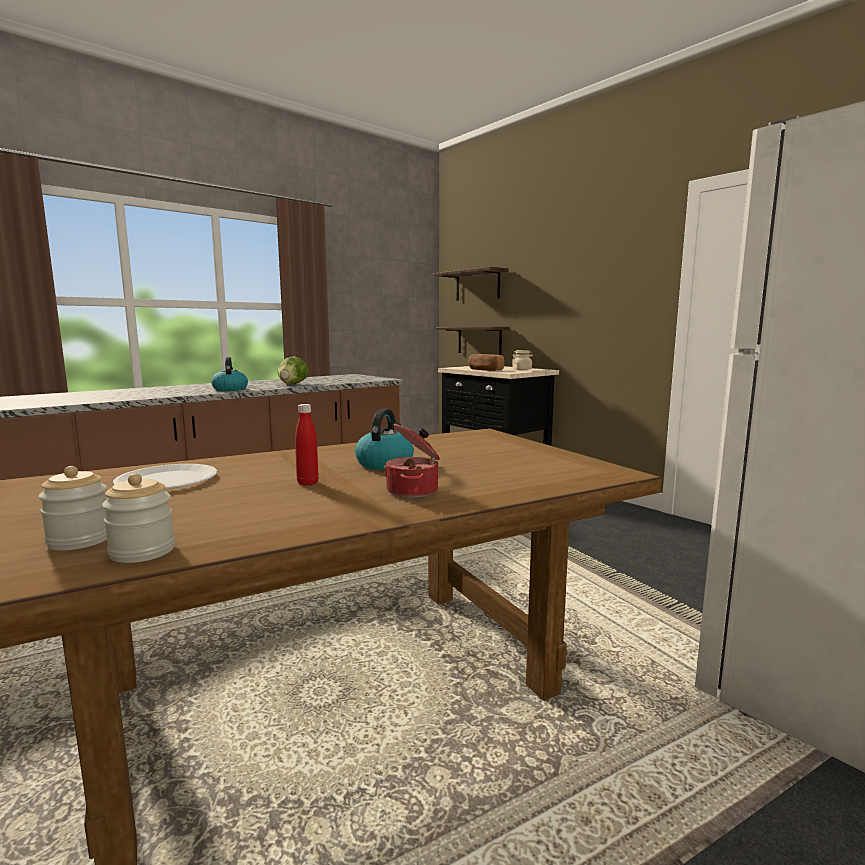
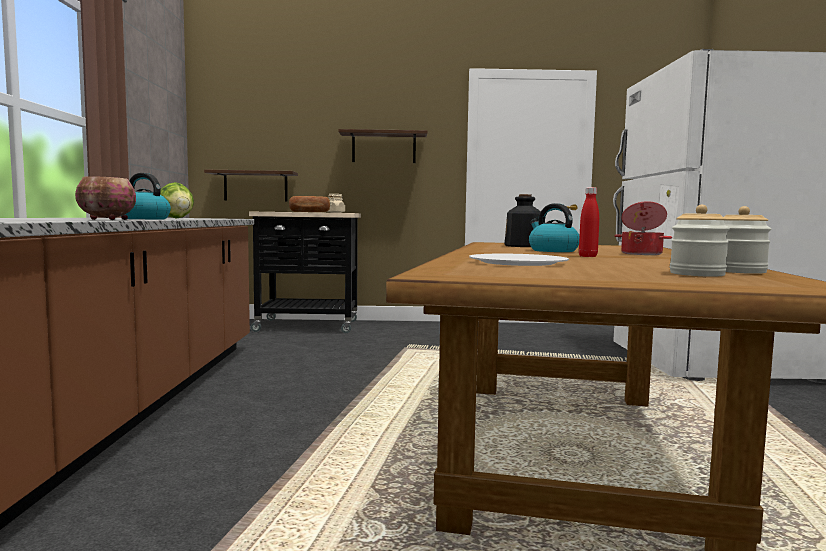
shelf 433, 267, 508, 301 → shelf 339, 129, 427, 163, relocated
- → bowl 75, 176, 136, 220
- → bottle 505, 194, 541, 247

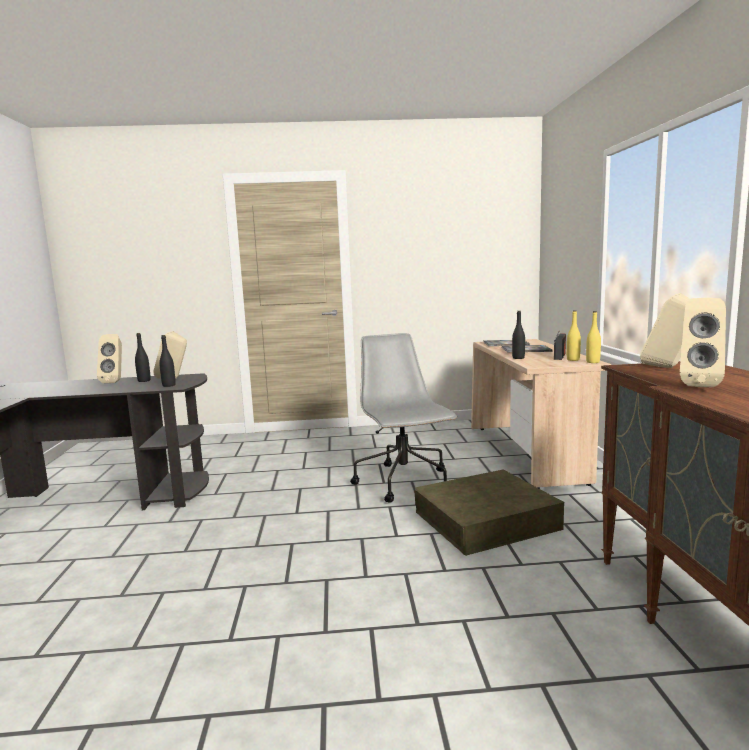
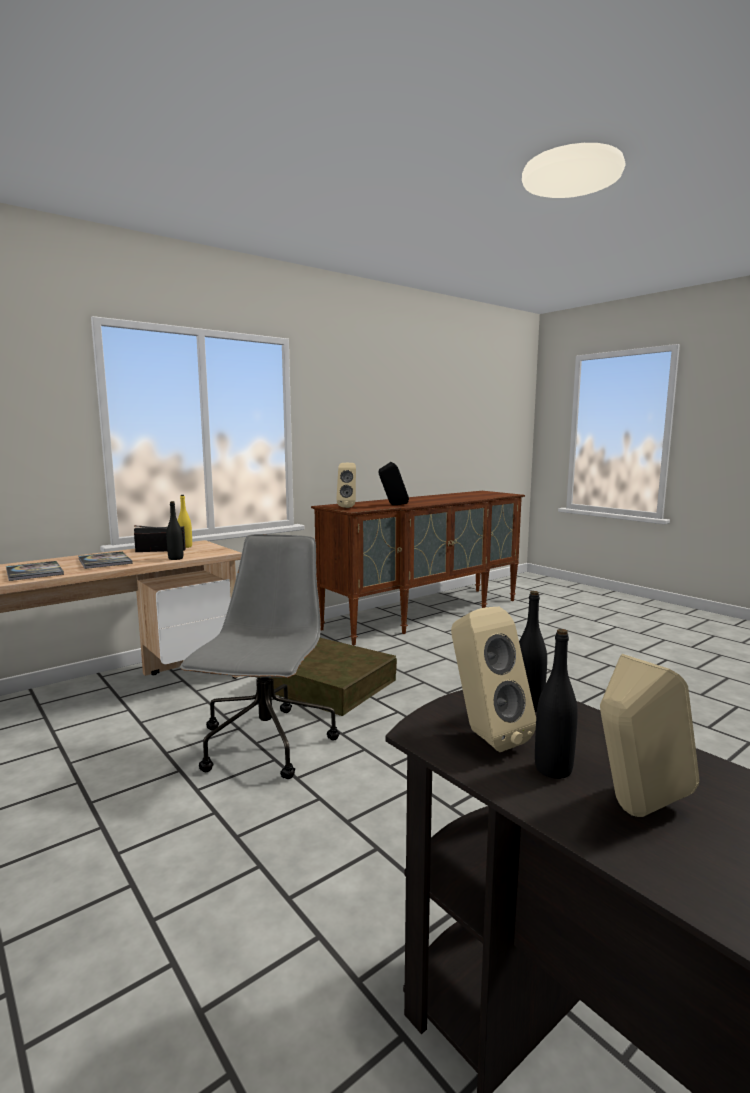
grey office chair 350, 333, 457, 503 → grey office chair 180, 534, 340, 779, 150 degrees clockwise
yellow bottle 586, 311, 601, 363 → -
beige speaker 680, 298, 726, 387 → black speaker 379, 462, 409, 505

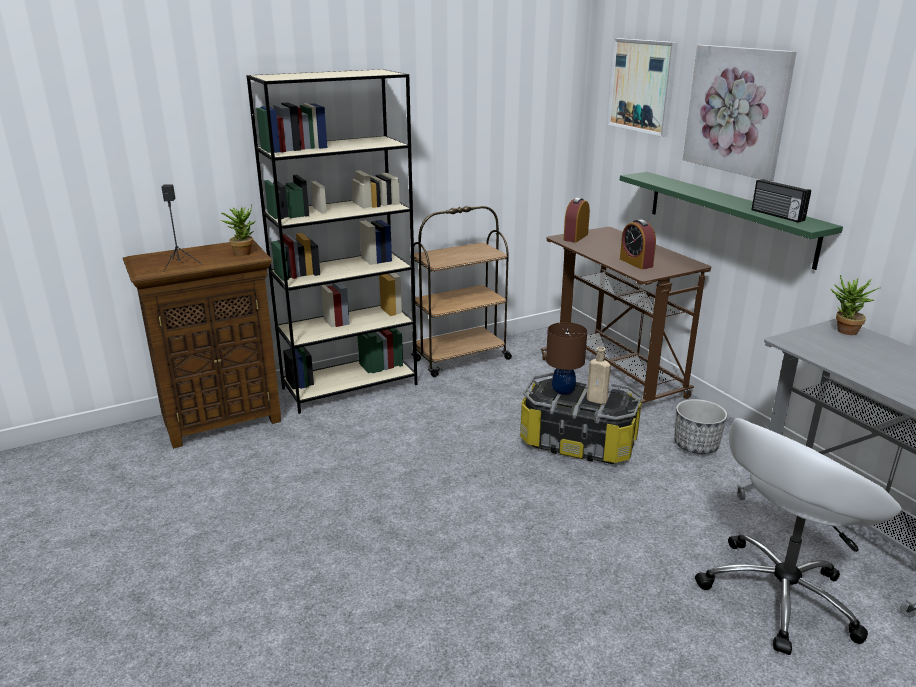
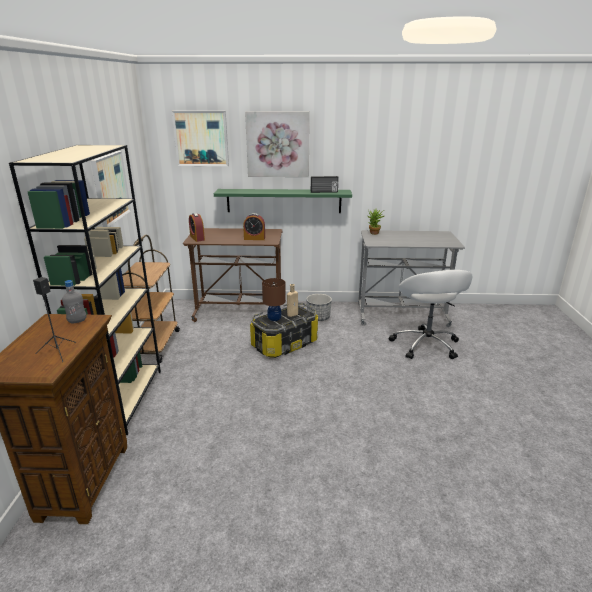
potted plant 220, 204, 256, 256 → grey bottle 62, 280, 86, 323
- → picture 91, 151, 131, 227

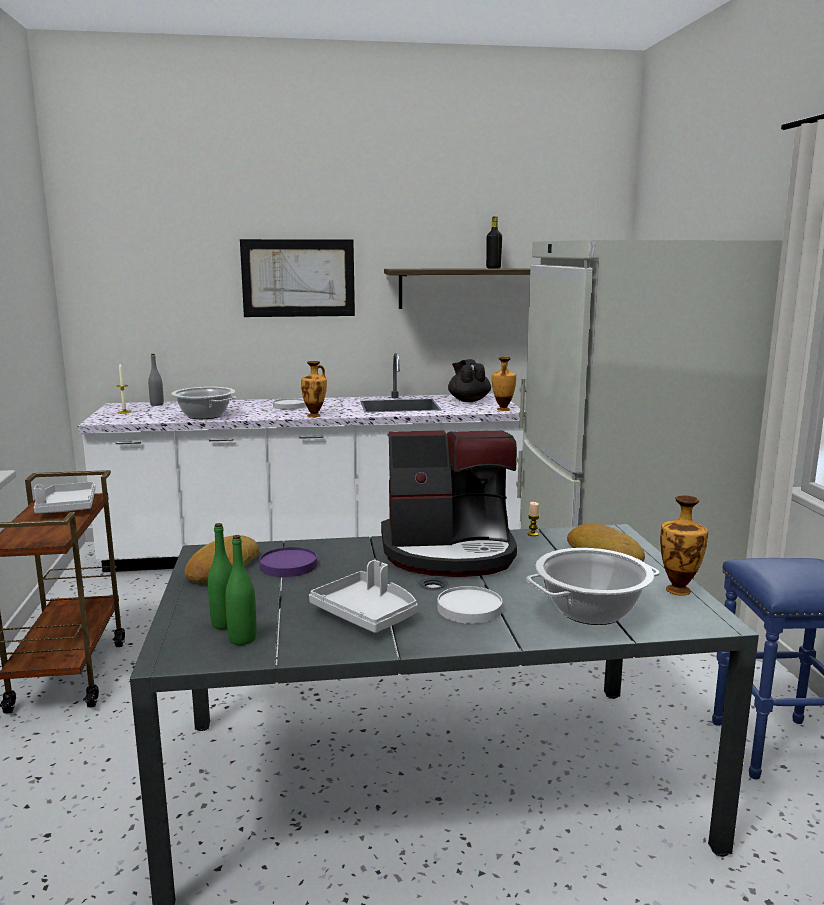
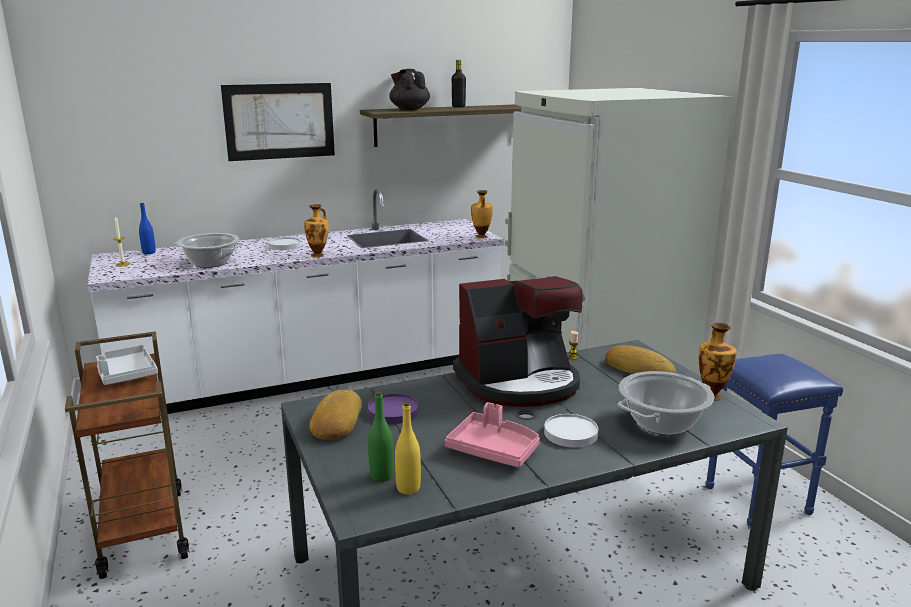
grey bottle 148, 354, 164, 406 → blue bottle 139, 203, 156, 254
green bottle 225, 535, 257, 645 → yellow bottle 395, 402, 421, 495
grey tray 309, 560, 418, 633 → pink tray 445, 402, 540, 467
black teapot 448, 359, 491, 402 → black teapot 389, 69, 430, 110, relocated

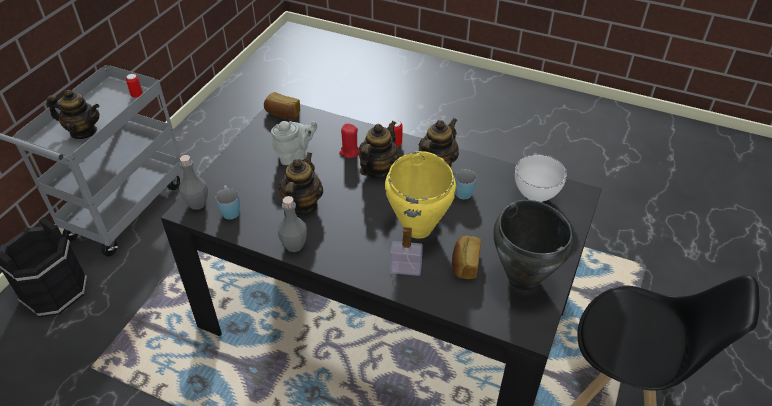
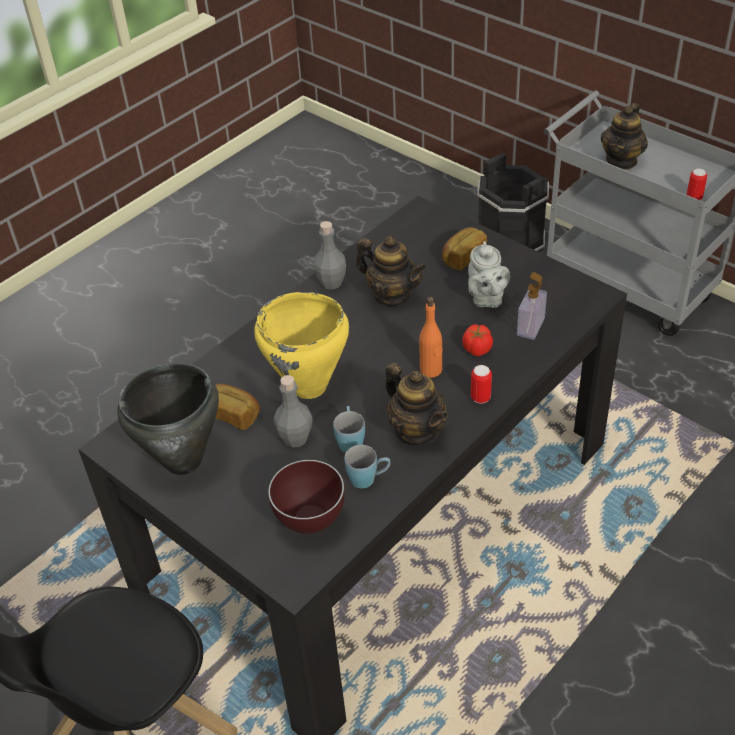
grey bottle 179, 155, 208, 210 → grey bottle 274, 375, 313, 448, relocated
blue mug 216, 185, 240, 219 → blue mug 345, 445, 390, 489, relocated
bread 264, 92, 300, 120 → bread 442, 227, 487, 270, relocated
red candle 339, 123, 359, 158 → tomato 462, 324, 493, 356
teapot 359, 121, 399, 178 → orange bottle 419, 297, 443, 378
soap dispenser 390, 227, 423, 276 → soap dispenser 517, 272, 547, 340, relocated
white bowl 515, 154, 567, 202 → brown bowl 268, 460, 345, 534

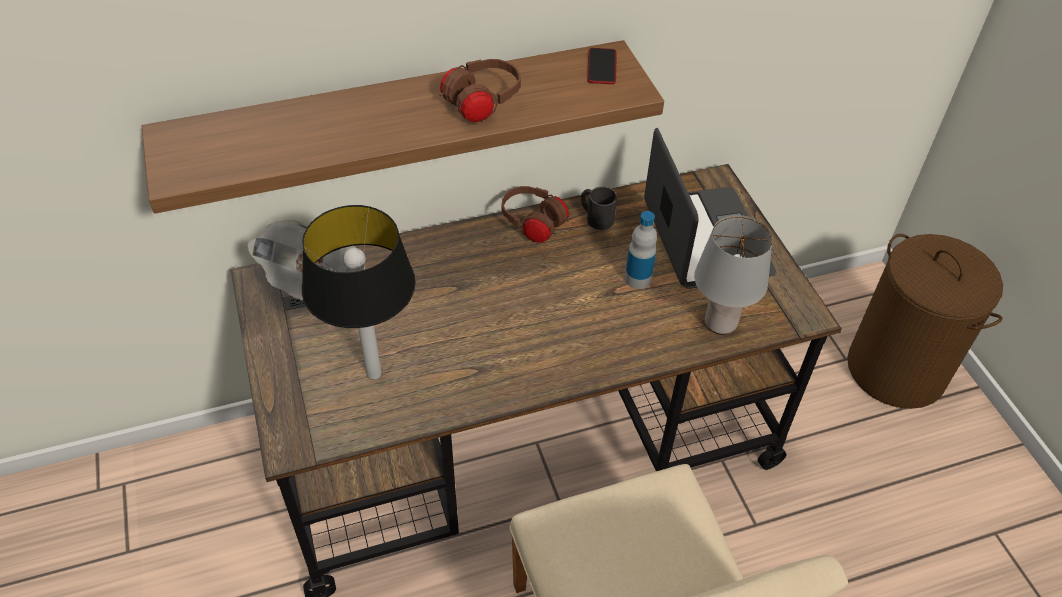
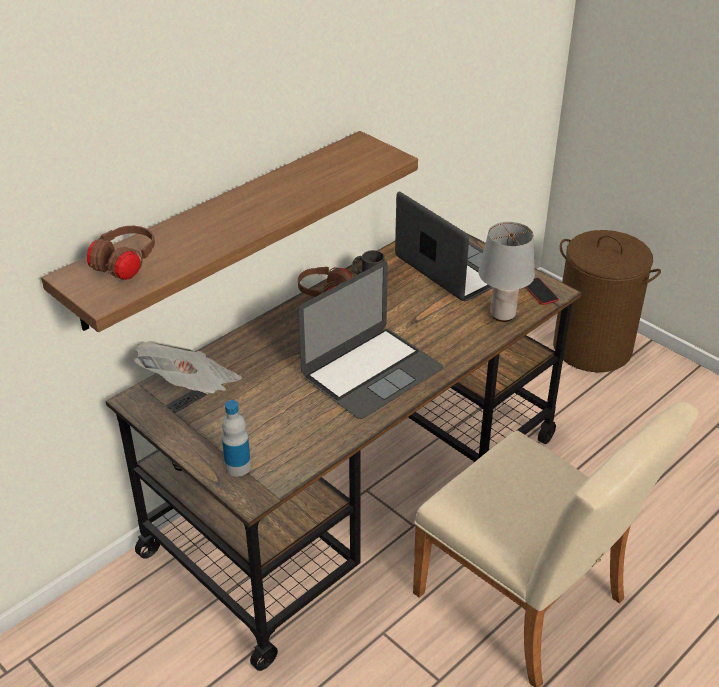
table lamp 302, 205, 416, 380 → -
brown headphones 440, 59, 521, 122 → brown headphones 87, 226, 155, 280, relocated
phone 587, 48, 617, 84 → phone 525, 278, 559, 305, relocated
bottle 625, 211, 657, 289 → bottle 222, 400, 251, 477, relocated
- → laptop 298, 261, 443, 419

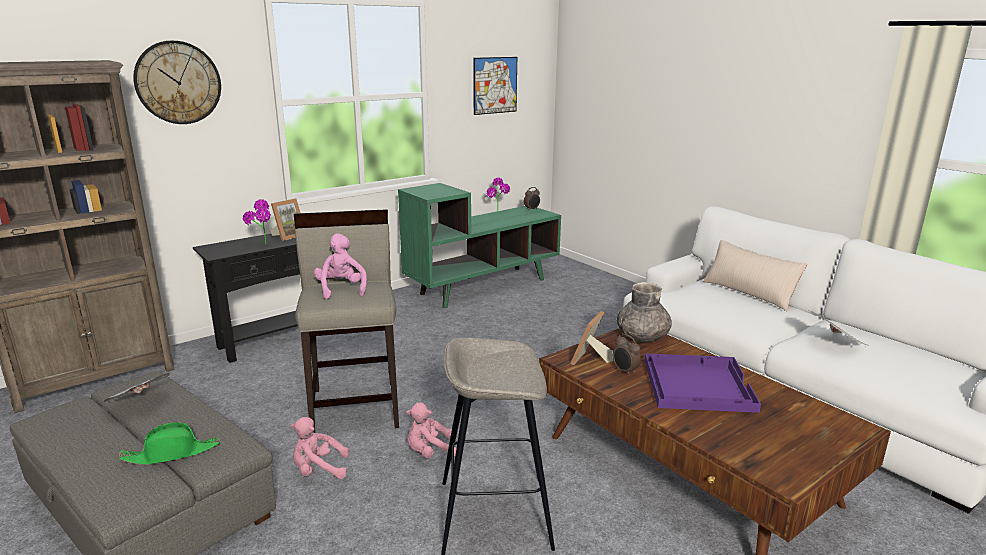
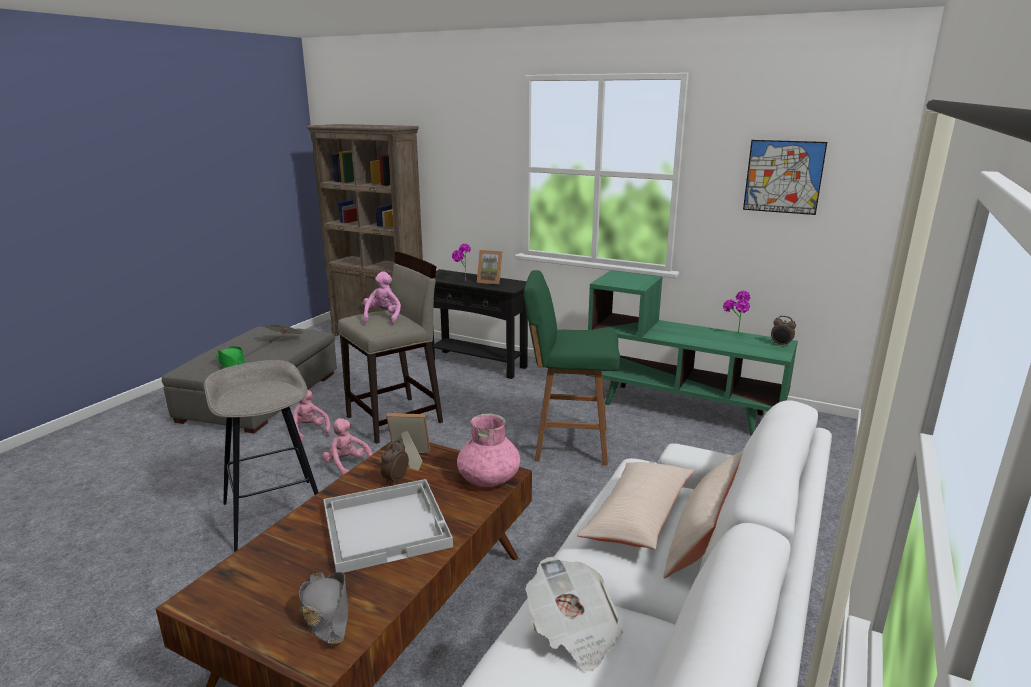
wall clock 133, 41, 221, 124 → -
pink plush toy 314, 233, 367, 299 → pink plush toy 363, 271, 401, 325, 45 degrees counterclockwise
grey vase 617, 282, 672, 342 → pink vase 457, 414, 520, 487
purple tray 644, 353, 761, 413 → white tray 323, 479, 453, 573
- → grey hat 299, 572, 348, 644
- → green stool 524, 270, 620, 465
- → beige pillow 577, 462, 694, 550

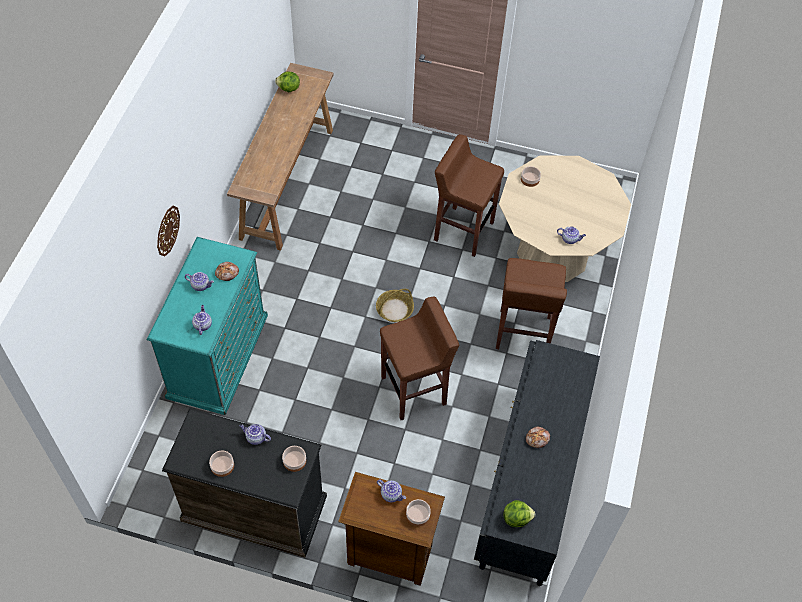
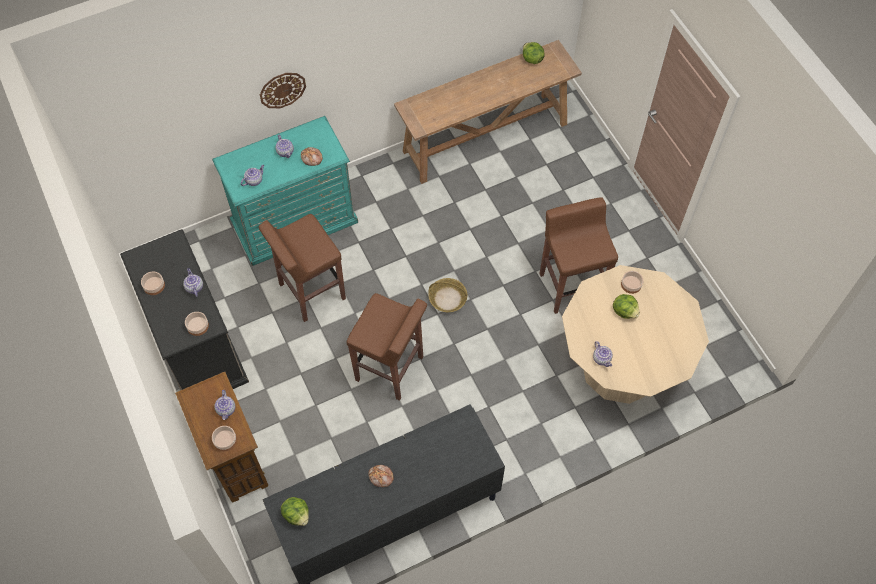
brown stool 496, 258, 567, 349 → brown stool 259, 214, 346, 322, relocated
- → lettuce 613, 294, 640, 319

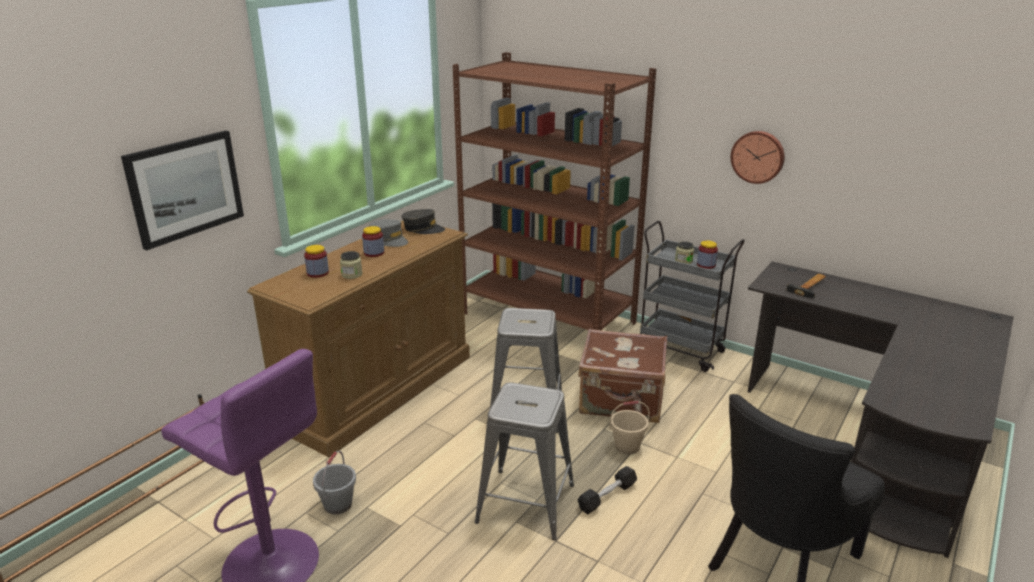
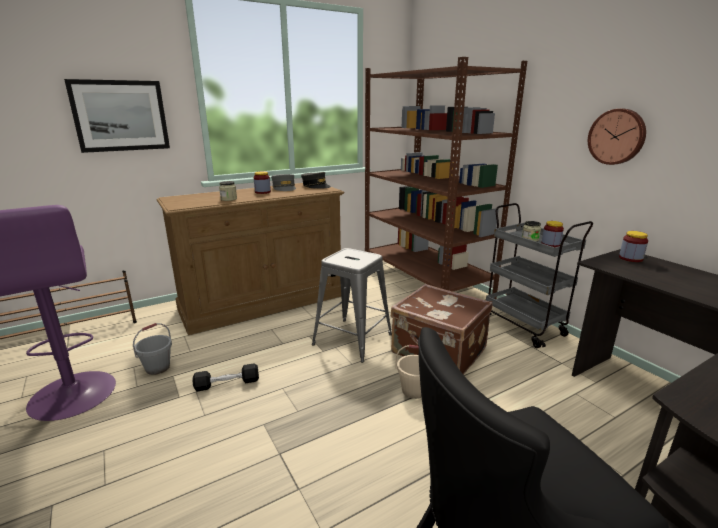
jar 304, 245, 329, 278 → jar 619, 231, 648, 262, relocated
grey stool 475, 383, 574, 540 → -
black dumbbell 577, 466, 637, 514 → black dumbbell 192, 363, 259, 391, relocated
hammer 786, 274, 826, 298 → -

